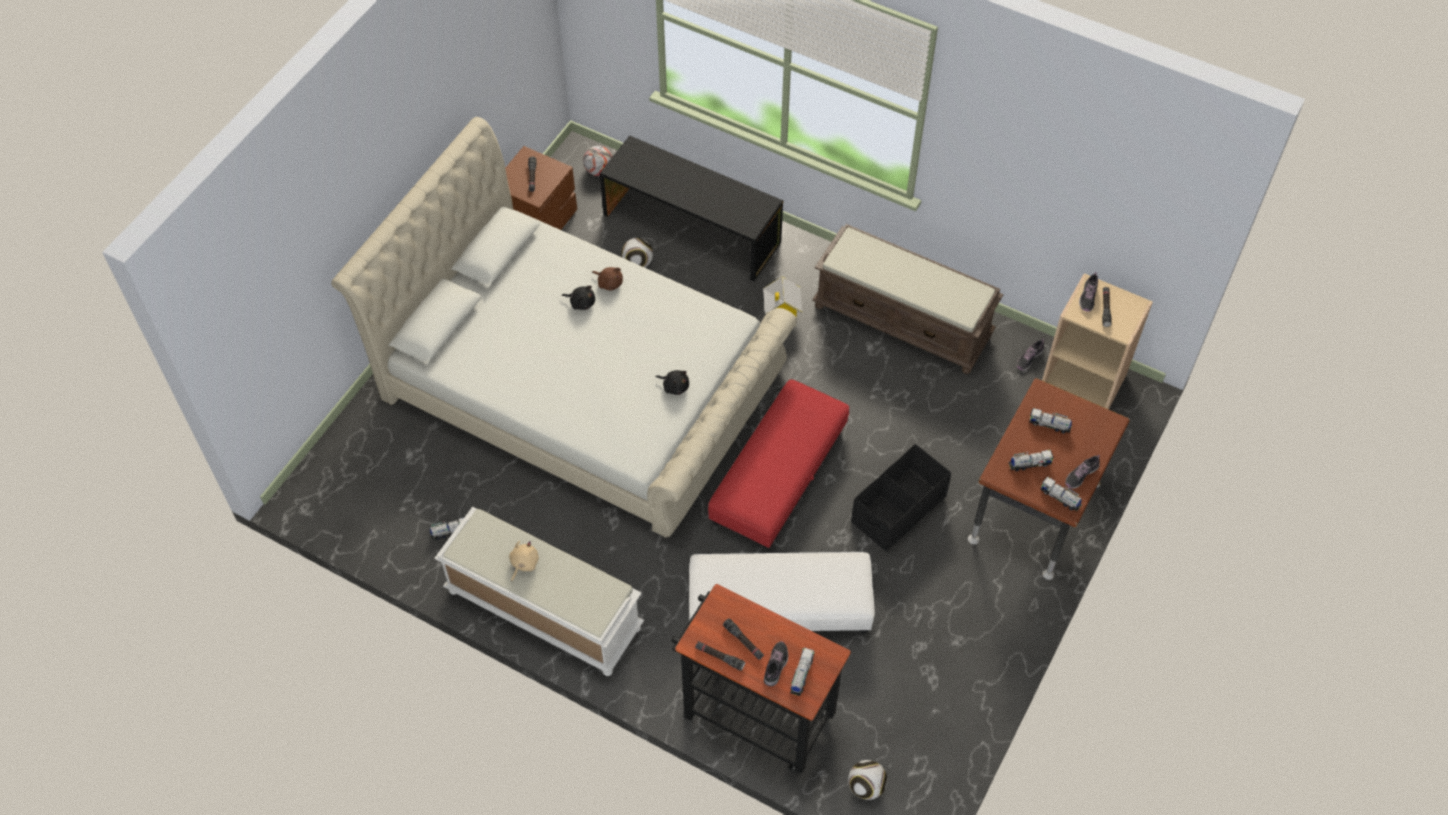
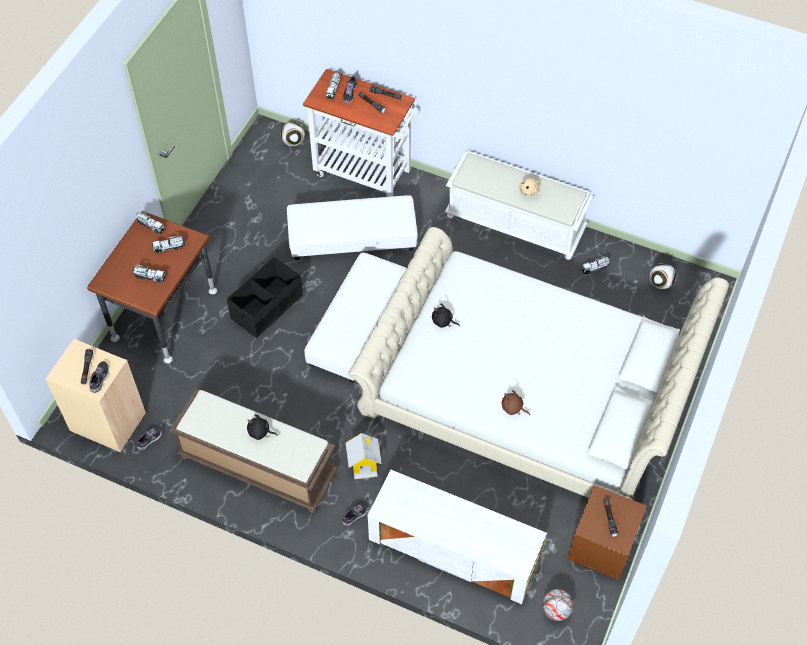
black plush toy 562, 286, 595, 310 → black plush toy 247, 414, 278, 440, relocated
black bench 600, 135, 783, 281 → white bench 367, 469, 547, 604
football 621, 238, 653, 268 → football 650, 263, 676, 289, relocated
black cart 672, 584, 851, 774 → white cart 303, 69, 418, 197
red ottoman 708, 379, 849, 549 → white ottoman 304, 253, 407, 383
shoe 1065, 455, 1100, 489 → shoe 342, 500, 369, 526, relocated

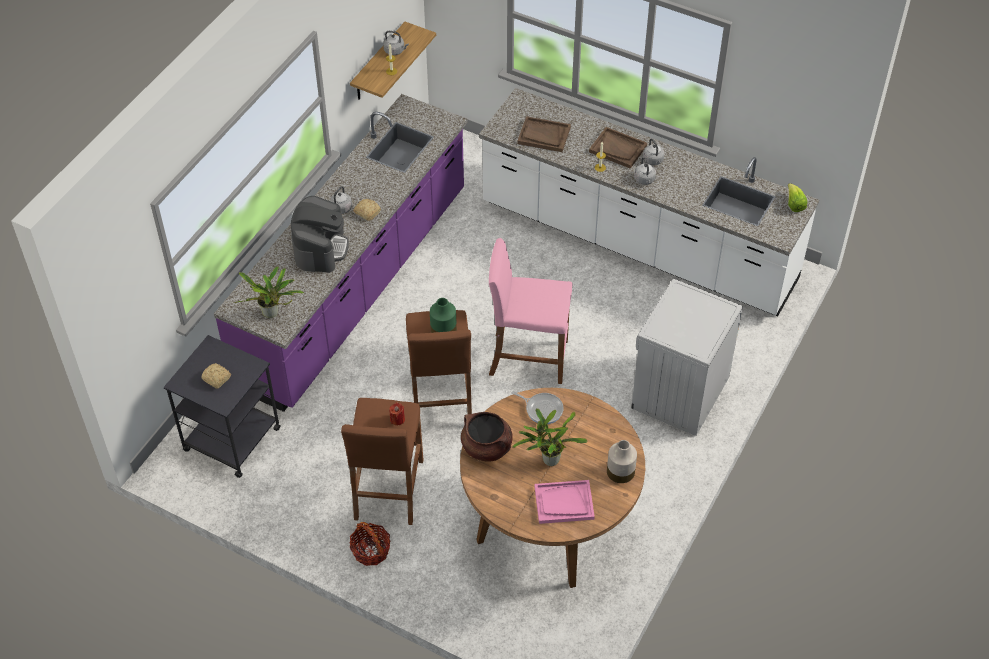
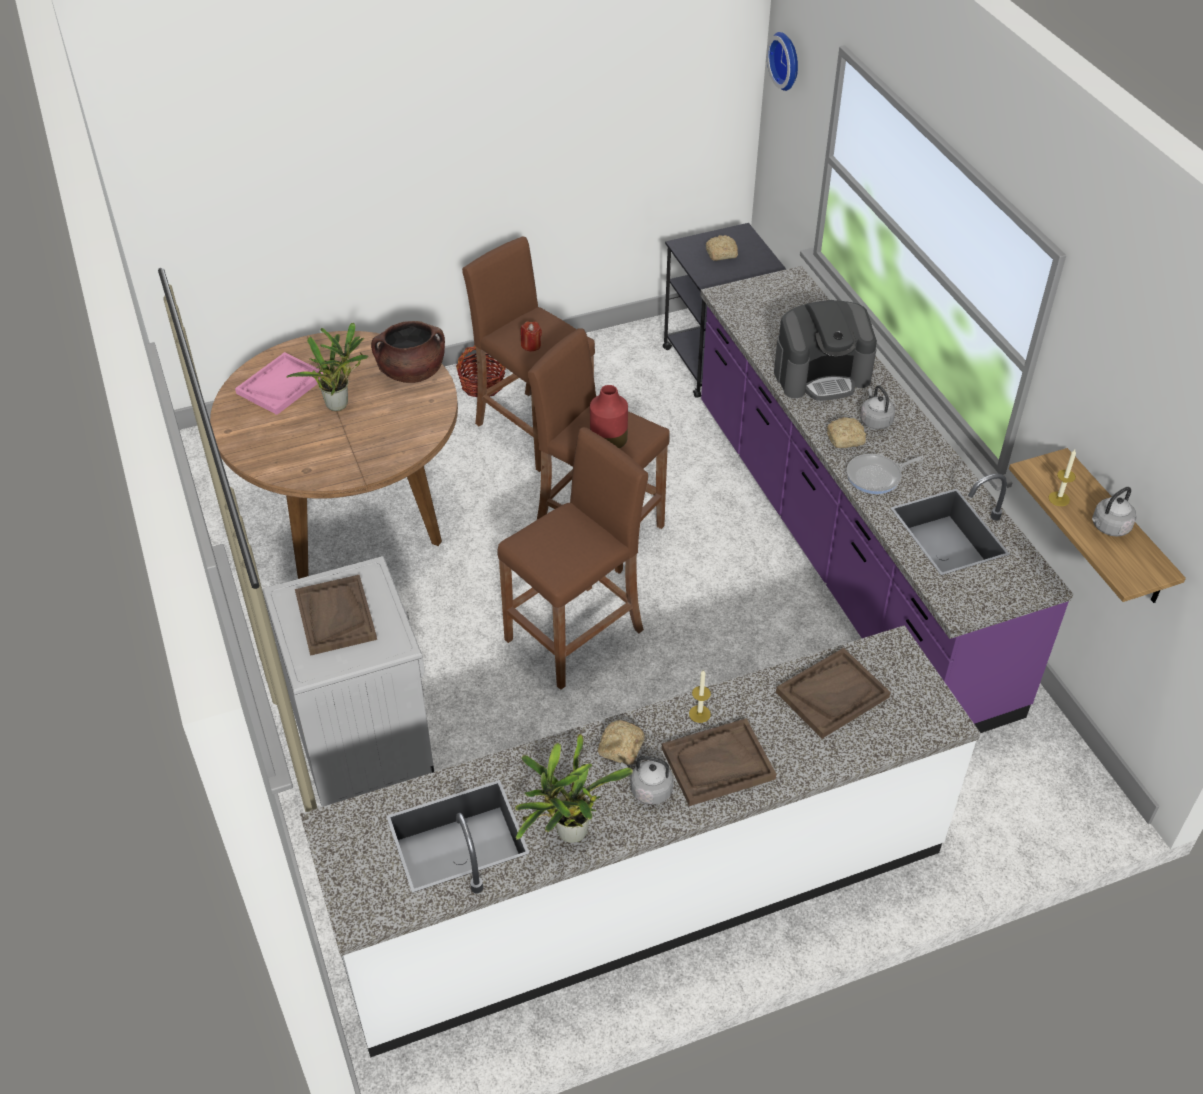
potted plant 234, 266, 304, 318 → potted plant 515, 734, 633, 843, relocated
coffee machine 291, 196, 349, 273 → coffee machine 774, 300, 877, 401, 60 degrees counterclockwise
green vase 430, 298, 457, 333 → red vase 590, 385, 628, 449
pink stool 489, 238, 572, 384 → brown stool 497, 427, 648, 690
frying pan 512, 391, 563, 424 → frying pan 847, 454, 924, 494, relocated
beige vase 607, 440, 637, 483 → -
grey kettle 634, 157, 656, 185 → bread 598, 720, 645, 765
lettuce 788, 183, 807, 212 → -
- → brown tray 295, 575, 377, 656
- → wall clock 767, 32, 798, 91

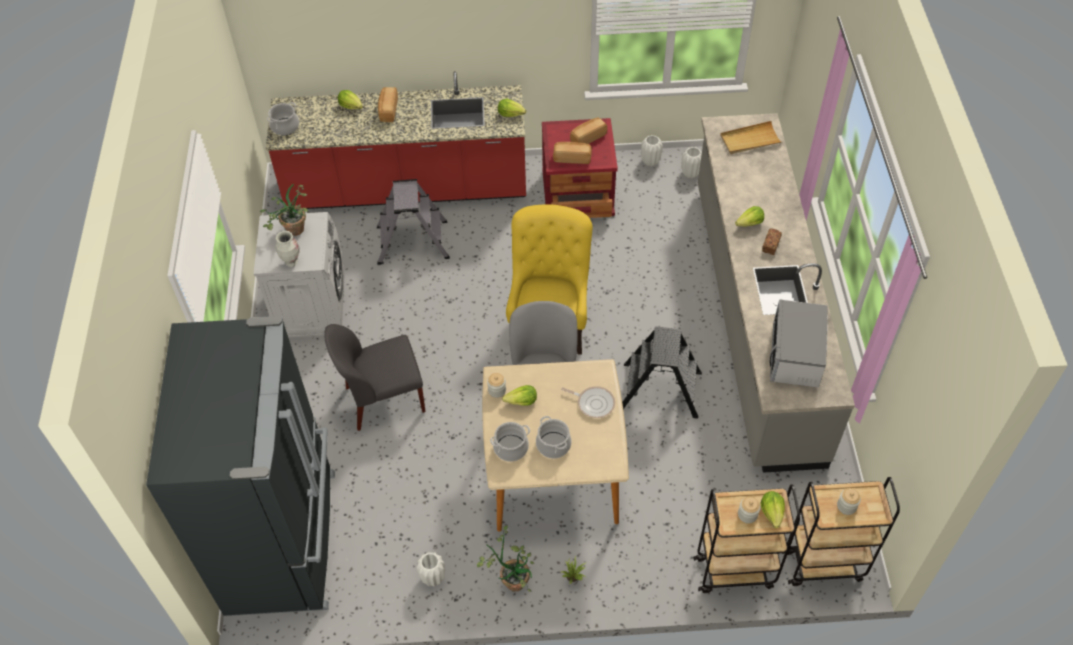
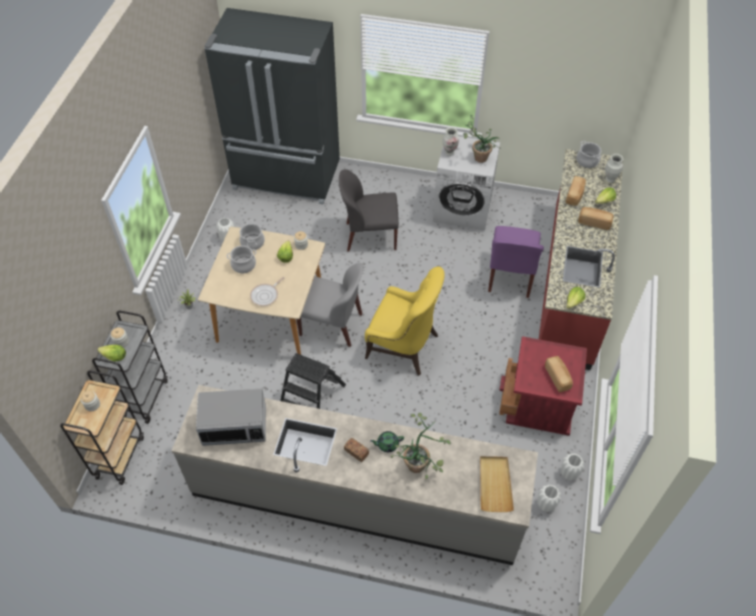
grey chair 324, 324, 425, 431 → grey chair 339, 169, 399, 252, 90 degrees counterclockwise
grey step ladder 377, 179, 450, 265 → purple chair 488, 226, 544, 298
potted plant 477, 525, 534, 592 → potted plant 391, 413, 451, 479, relocated
bread 553, 142, 592, 164 → bread 566, 176, 586, 206, relocated
brown cart 693, 484, 800, 593 → grey cart 92, 311, 168, 424
lettuce 735, 206, 764, 227 → green teapot 370, 431, 404, 452
microwave 770, 300, 828, 388 → microwave 196, 388, 266, 446, 150 degrees clockwise
- → vase 605, 154, 623, 183

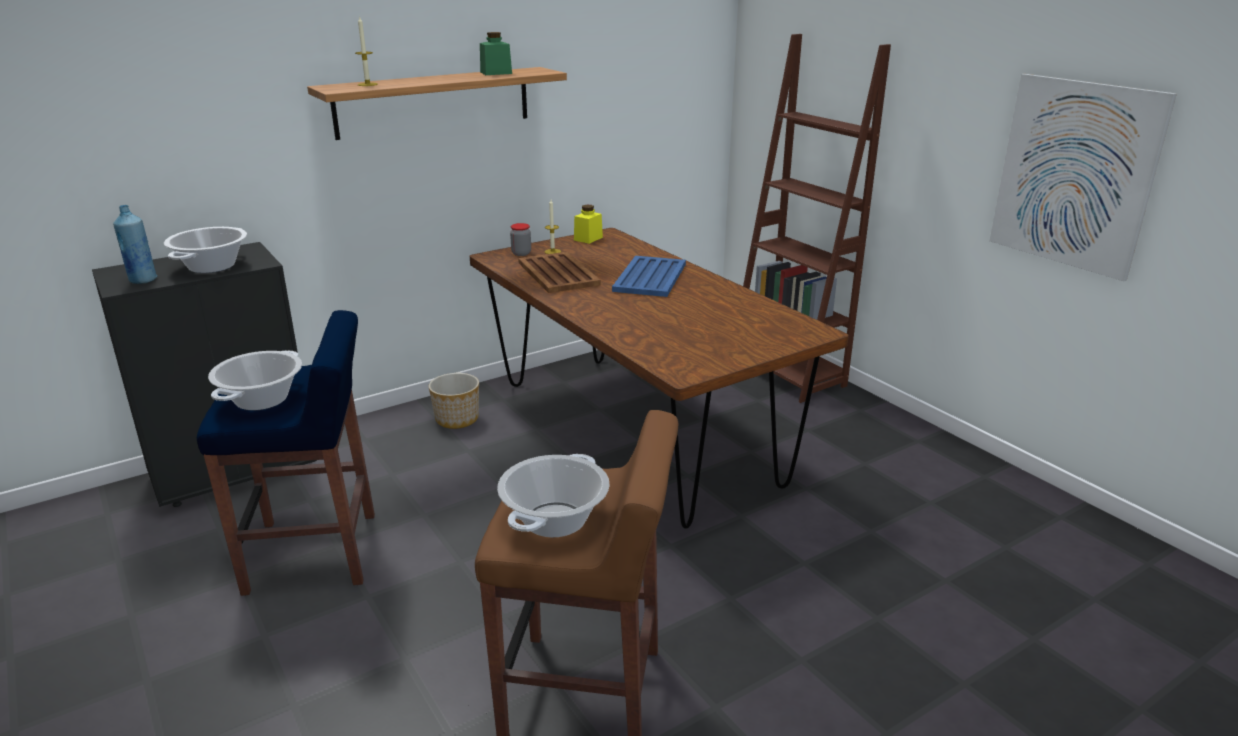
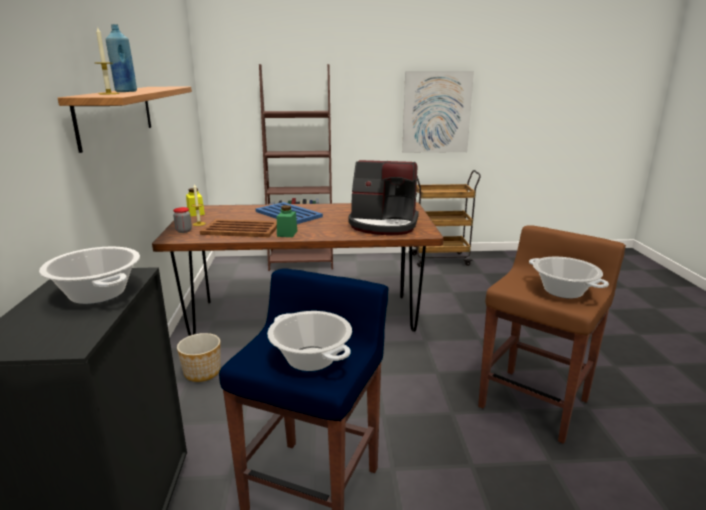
blue bottle 113, 205, 157, 284 → blue bottle 106, 24, 137, 92, relocated
green jar 480, 32, 512, 75 → green jar 277, 205, 297, 237, relocated
- → coffee machine 348, 160, 419, 235
- → brown cart 412, 170, 481, 267

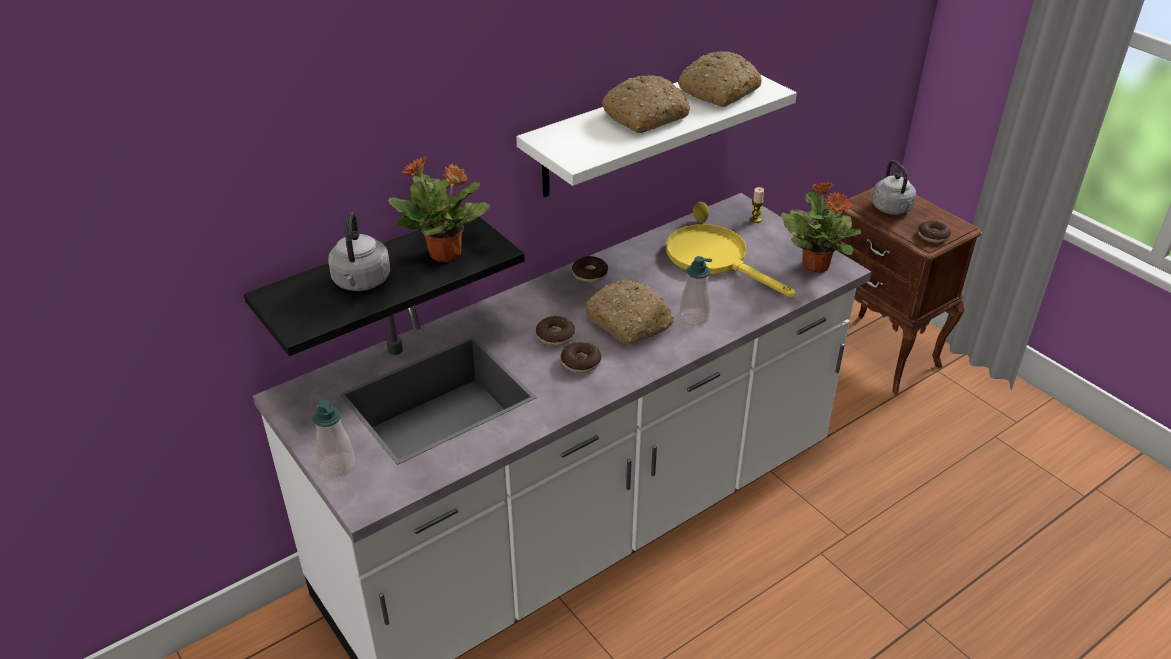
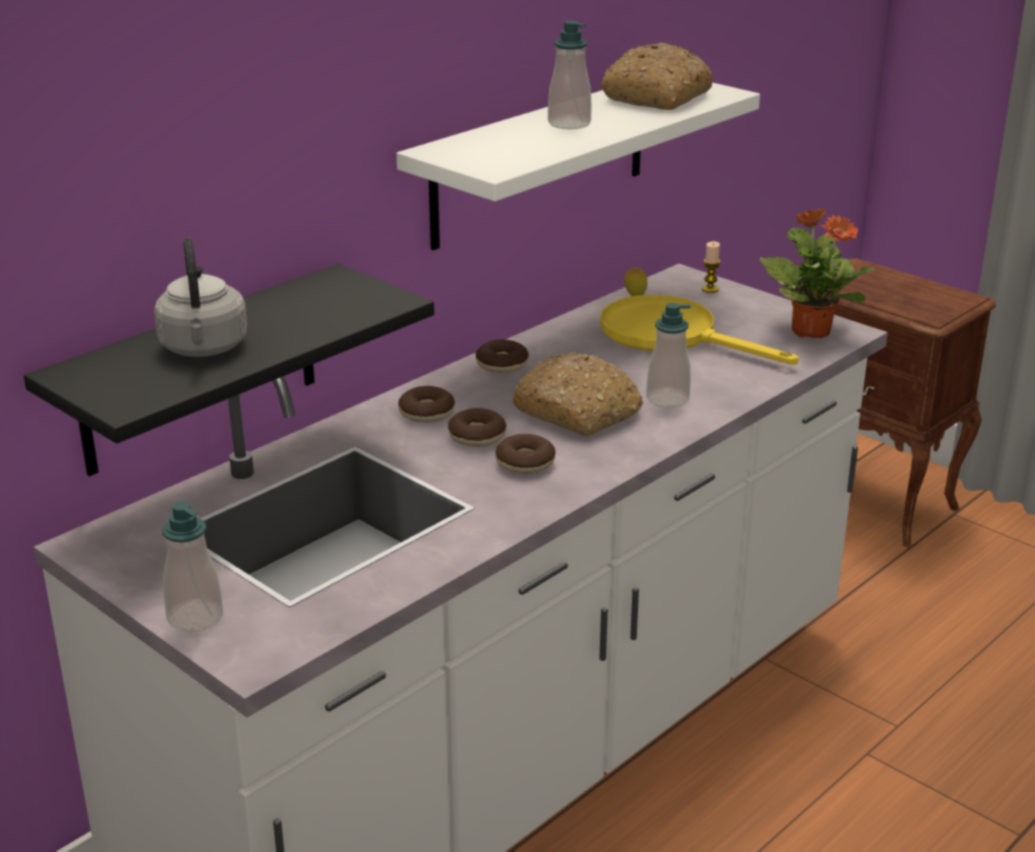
potted plant 388, 156, 490, 263 → -
bread 602, 75, 690, 133 → soap dispenser 548, 21, 592, 129
grey kettle 872, 160, 916, 215 → -
donut 918, 221, 951, 243 → donut 398, 386, 455, 423, relocated

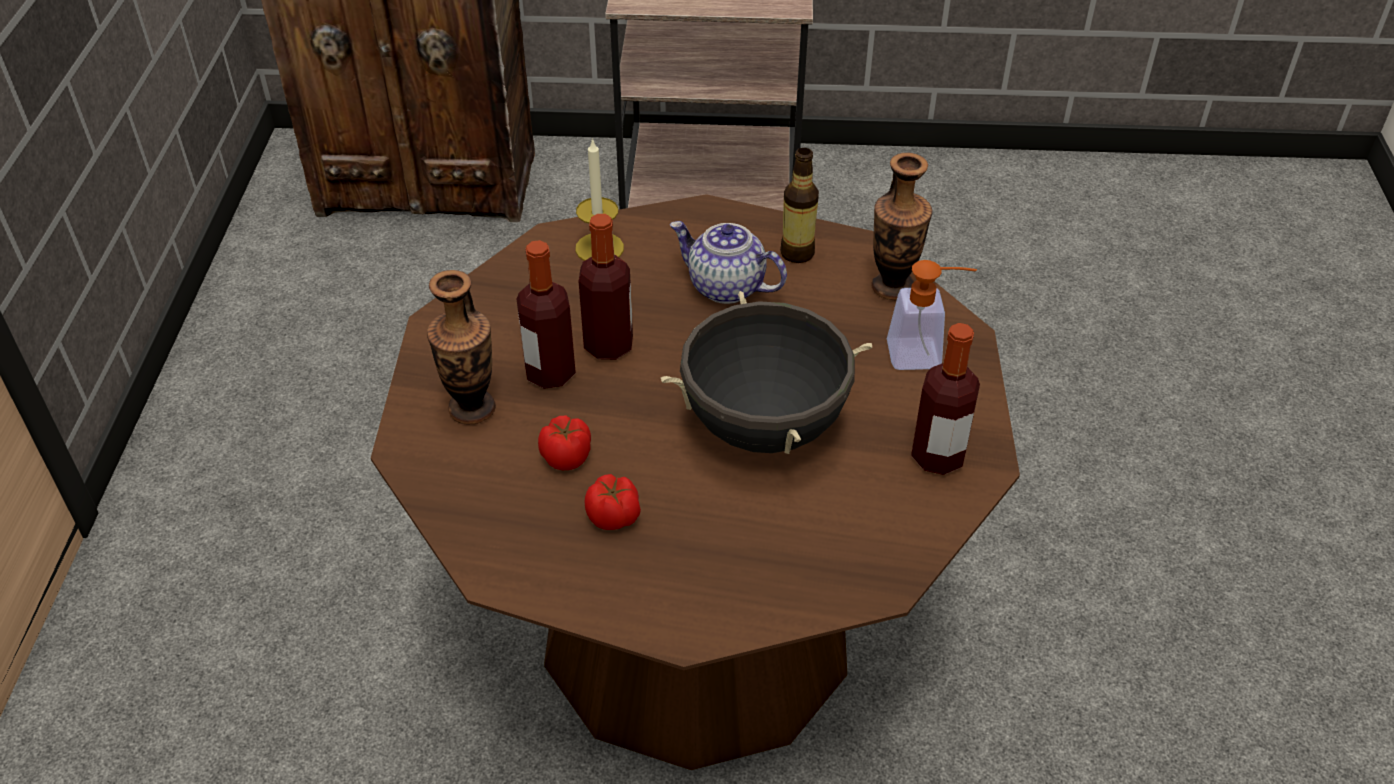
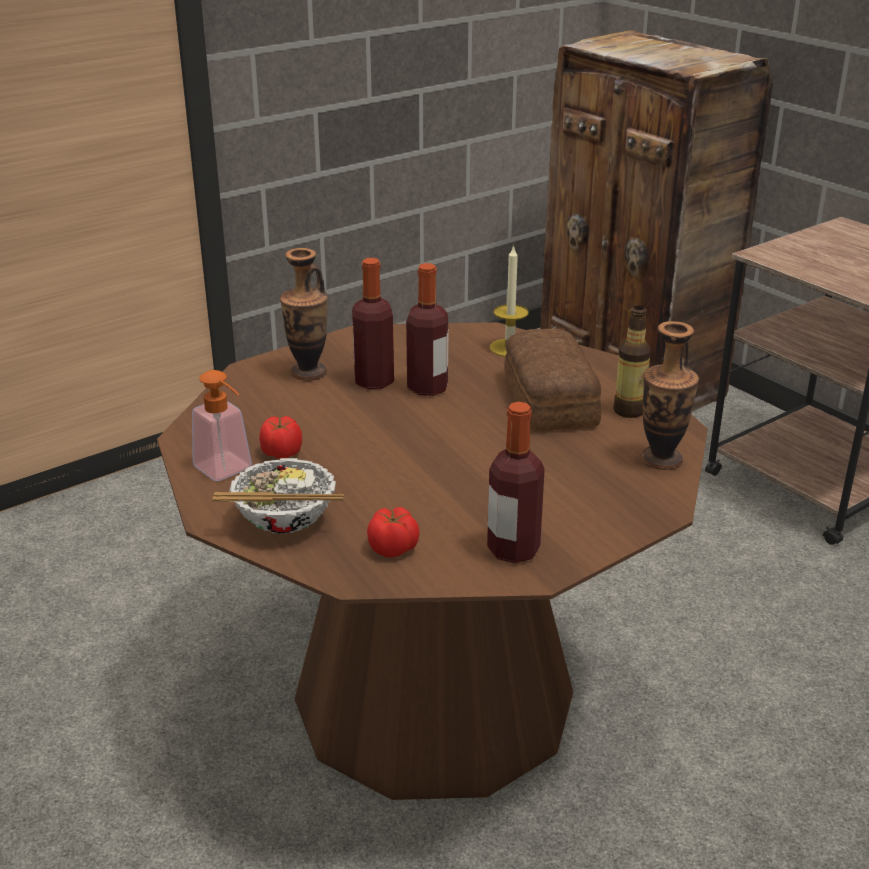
tomato 538, 416, 591, 471 → tomato 367, 507, 420, 558, relocated
black cooking pot 661, 291, 872, 454 → -
teapot 670, 221, 787, 304 → bread 504, 328, 601, 431
soap dispenser 887, 260, 977, 370 → soap dispenser 192, 370, 252, 481, relocated
- → bowl 212, 458, 344, 534

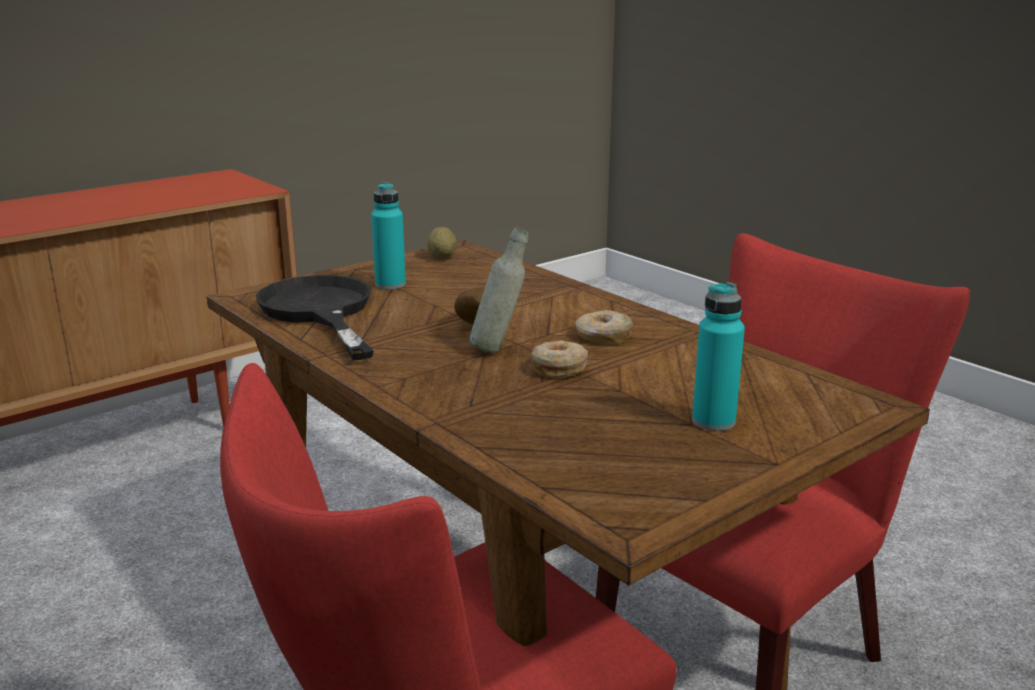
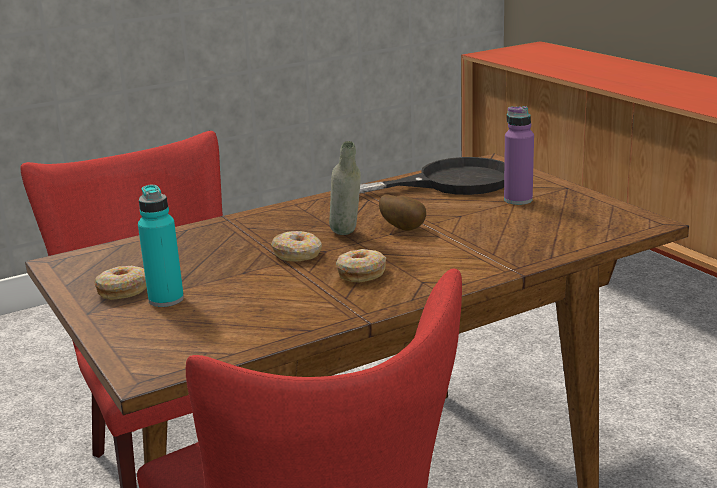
turquoise bottle 371, 182, 406, 290 → purple bottle 504, 106, 534, 205
potato 427, 227, 457, 257 → -
- → donut 94, 266, 147, 300

